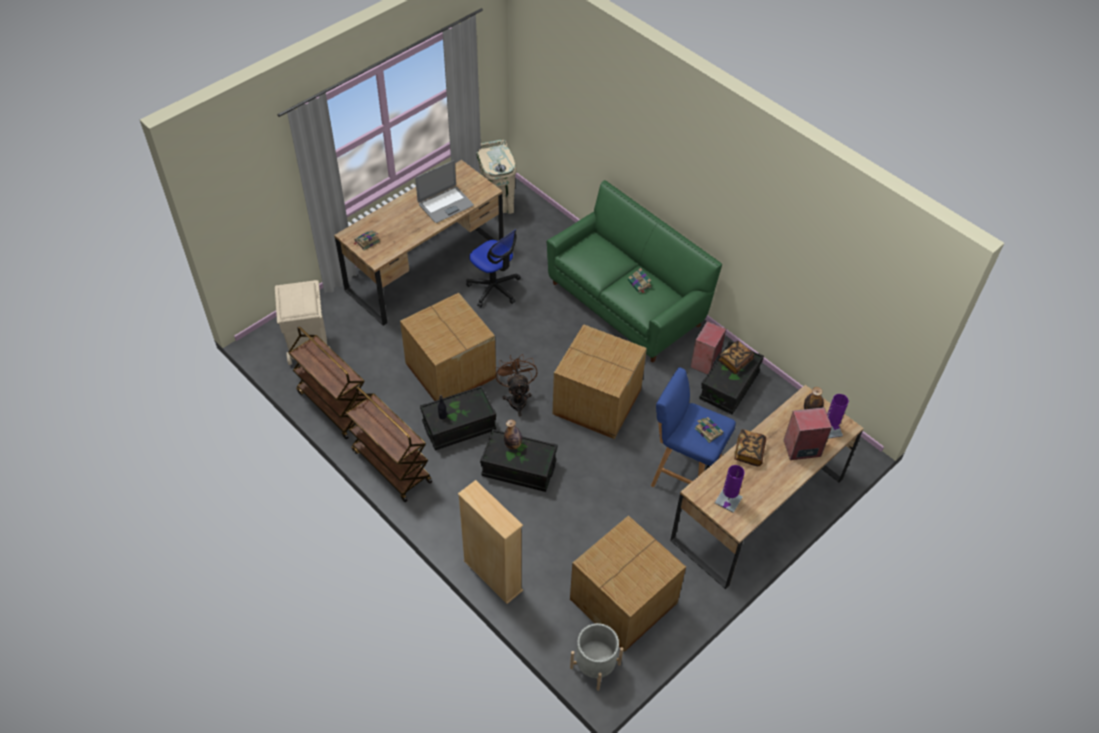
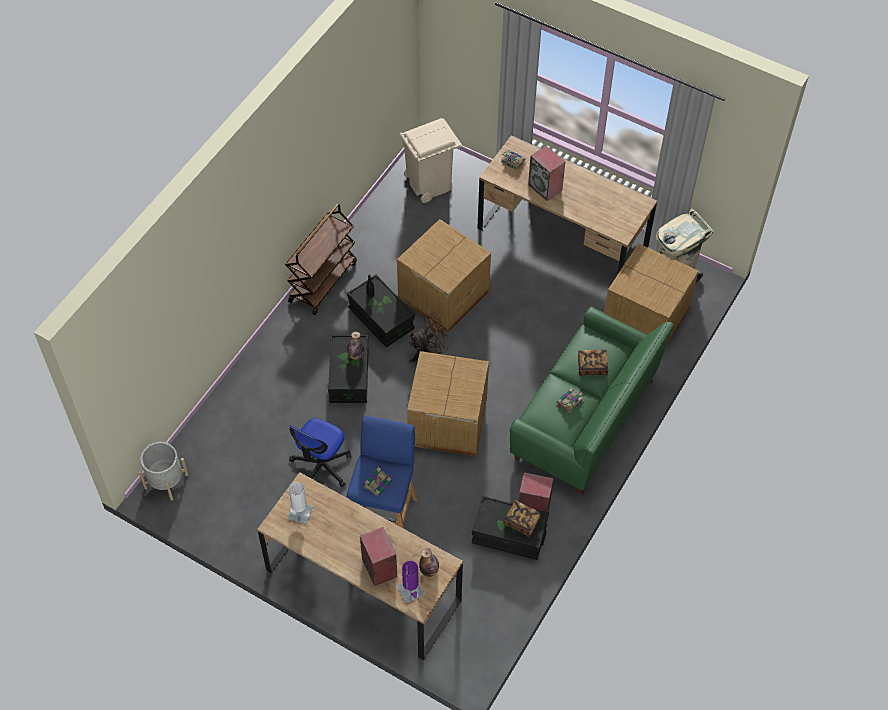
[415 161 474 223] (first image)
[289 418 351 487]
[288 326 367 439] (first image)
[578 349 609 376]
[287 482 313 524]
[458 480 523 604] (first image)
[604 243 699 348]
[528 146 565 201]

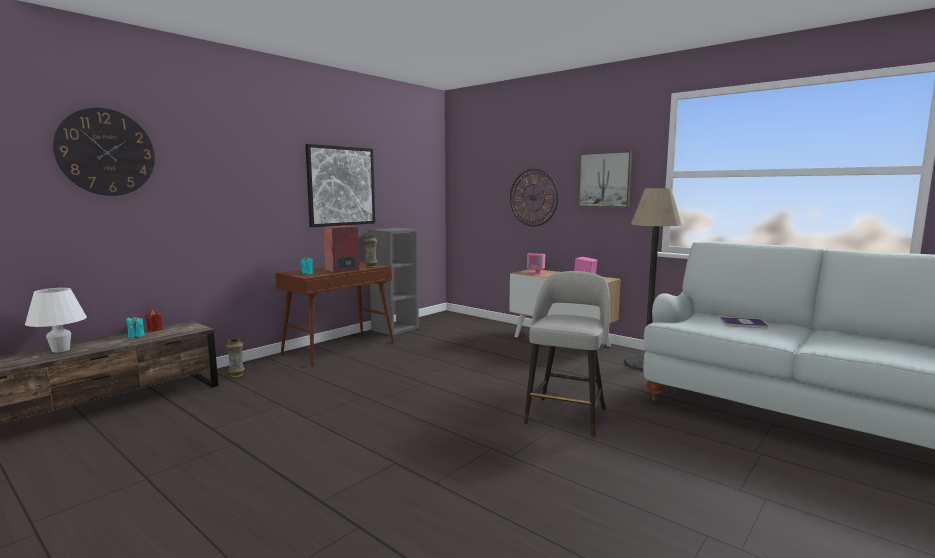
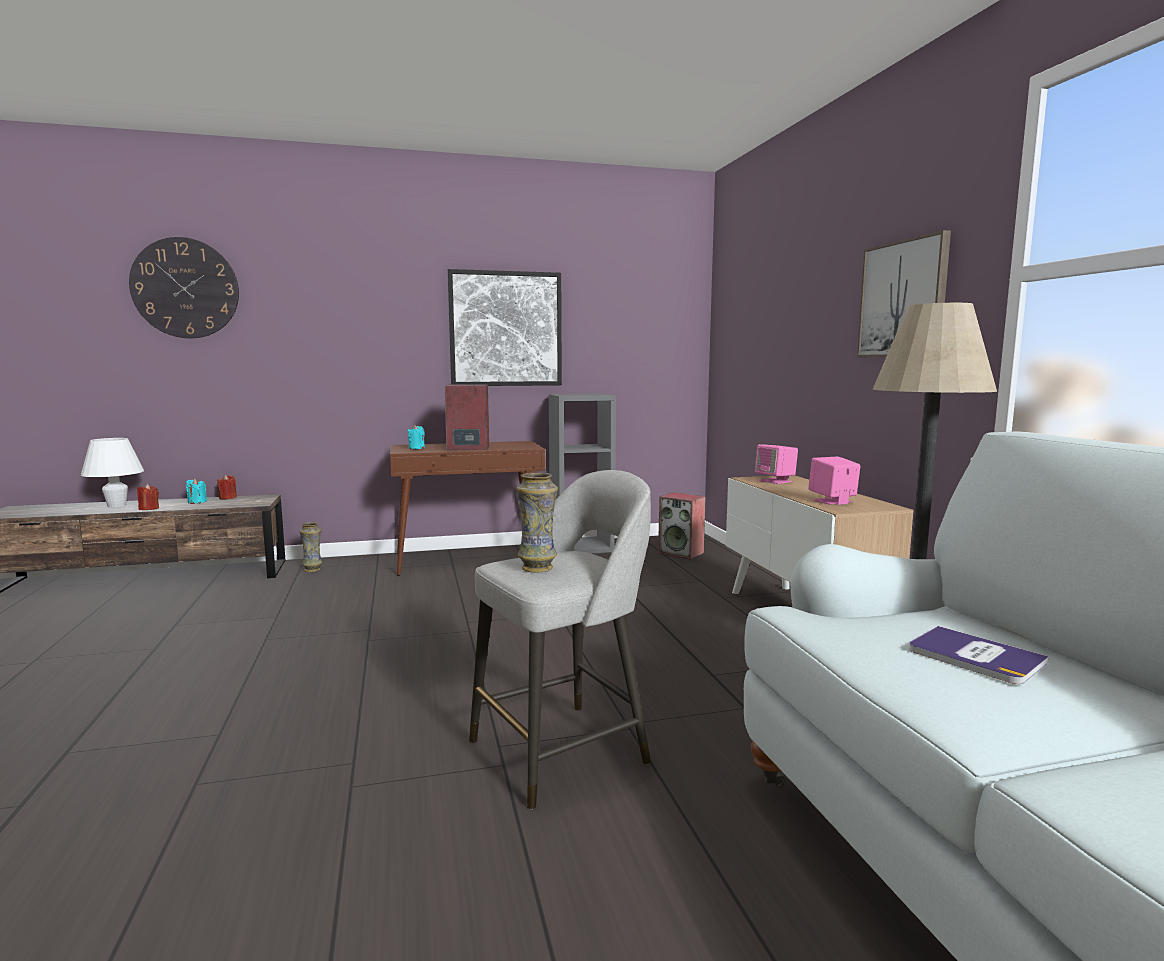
[510 169 558 226] (first image)
[516 473 558 573]
[137 484 159 510]
[658 492 706 559]

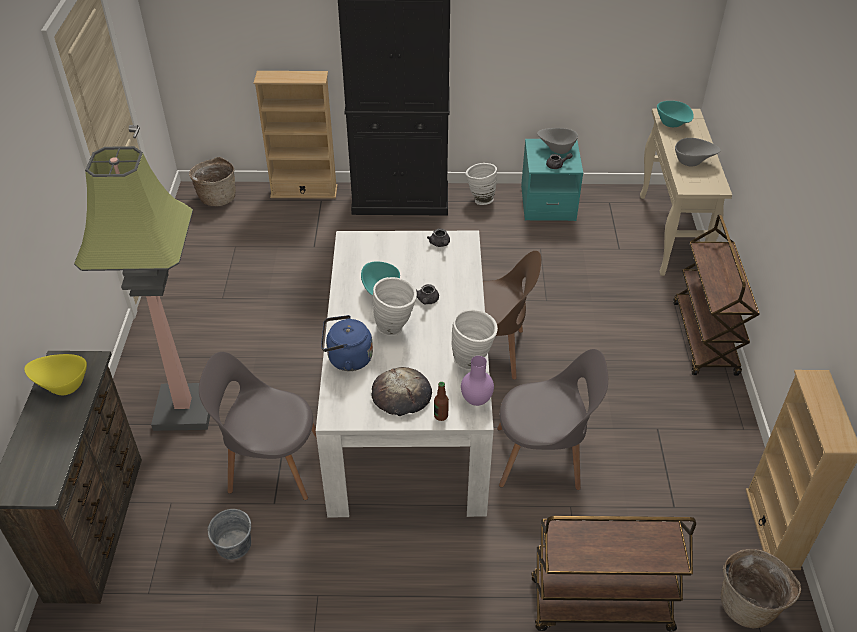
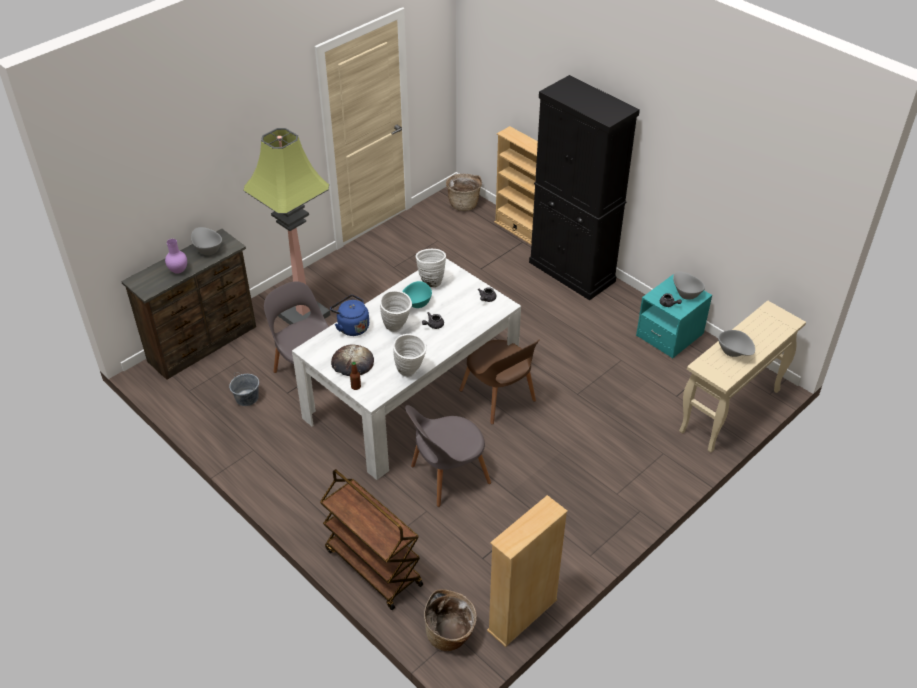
[657 101 694 127] (first image)
[416 249 446 289]
[673 215 760 376] (first image)
[405 405 491 507]
[191 227 222 255]
[165 239 187 274]

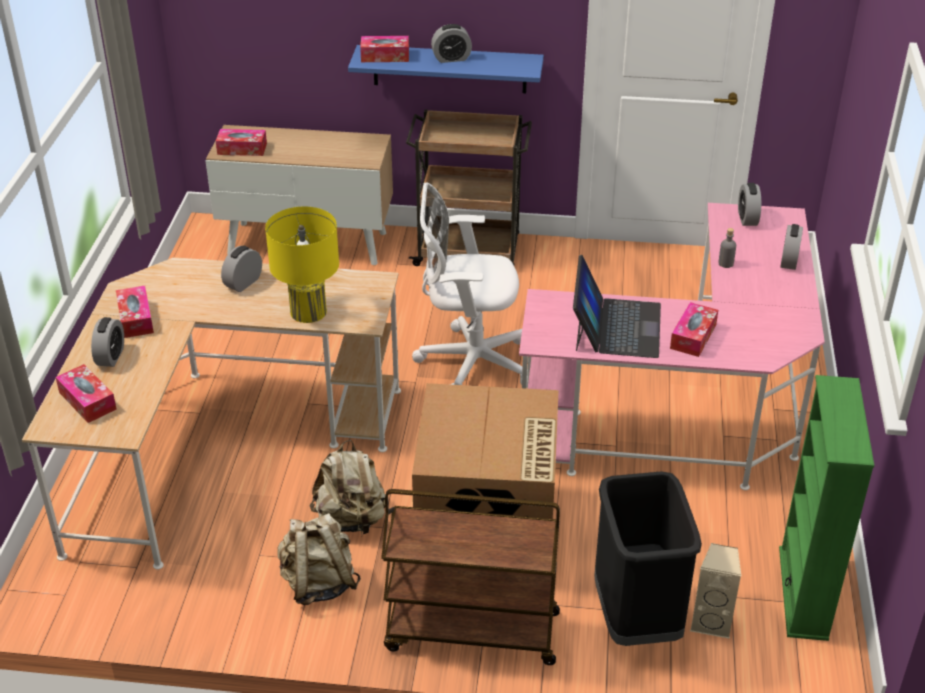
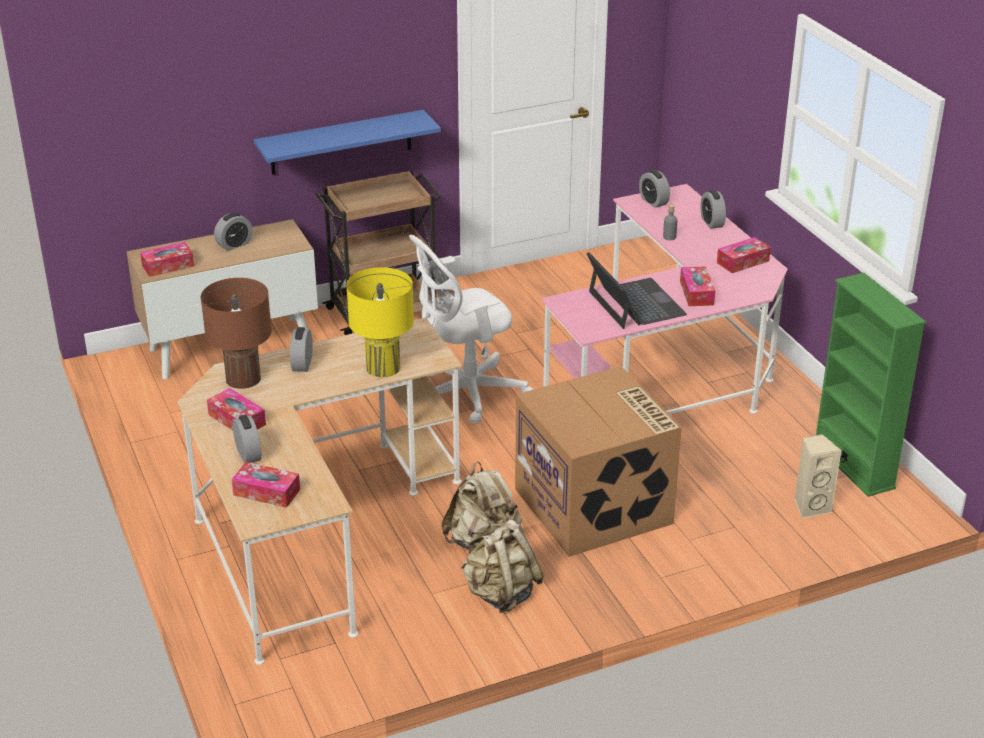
[214 213 253 251]
[717 237 771 273]
[594 471 702 646] (first image)
[381 489 560 665] (first image)
[201 278 272 389]

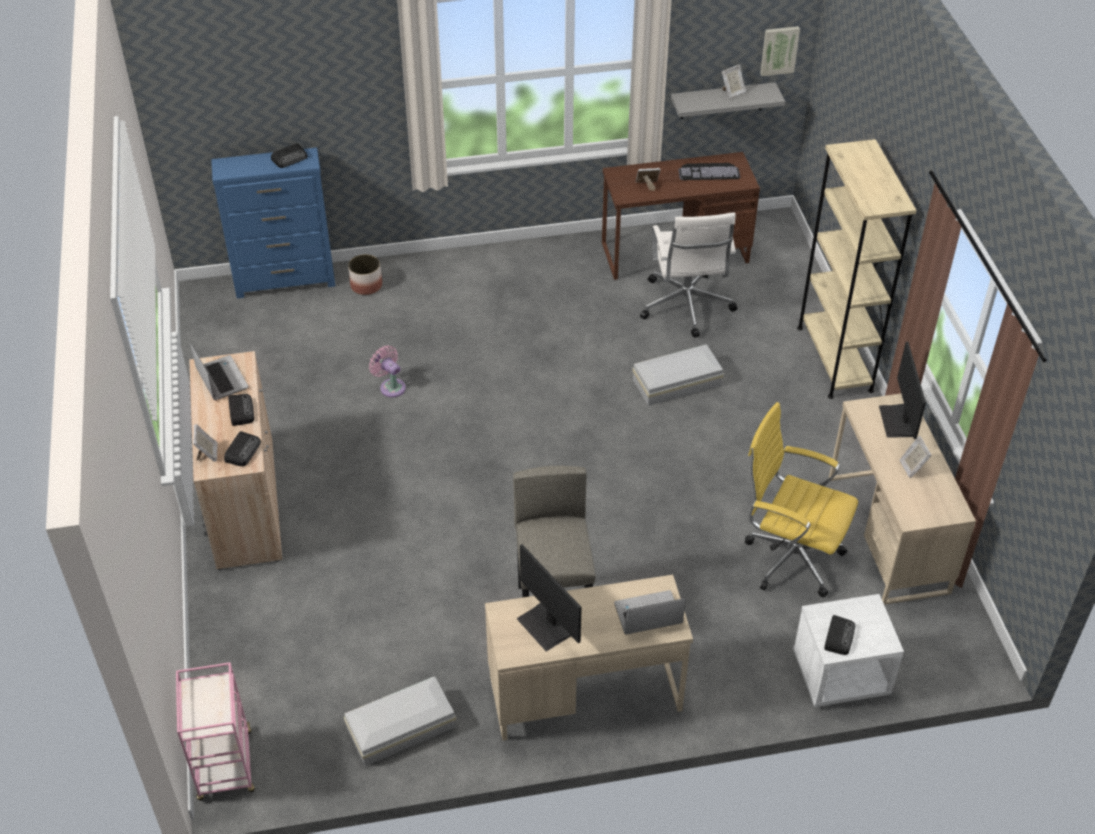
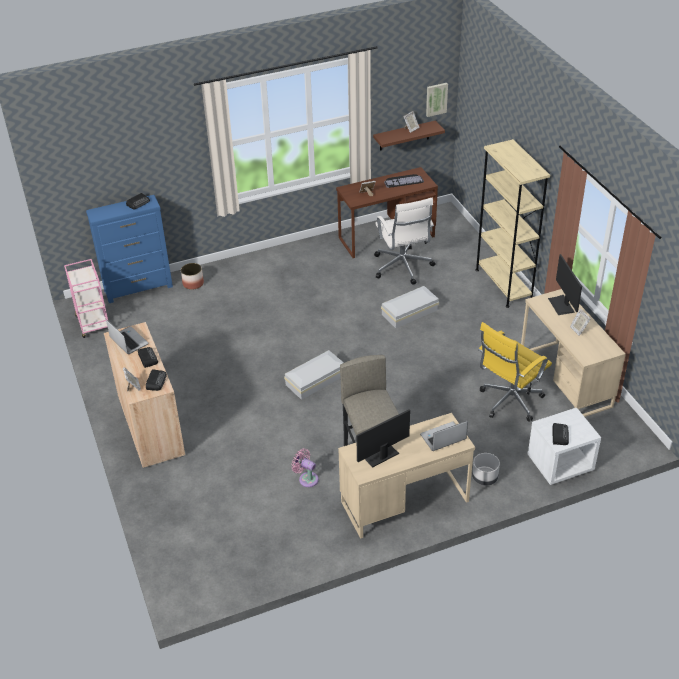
[373 120 445 151]
[291 448 319 487]
[478 322 552 422]
[356 410 410 468]
[64 259 108 338]
[284 350 344 400]
[472 453 500 486]

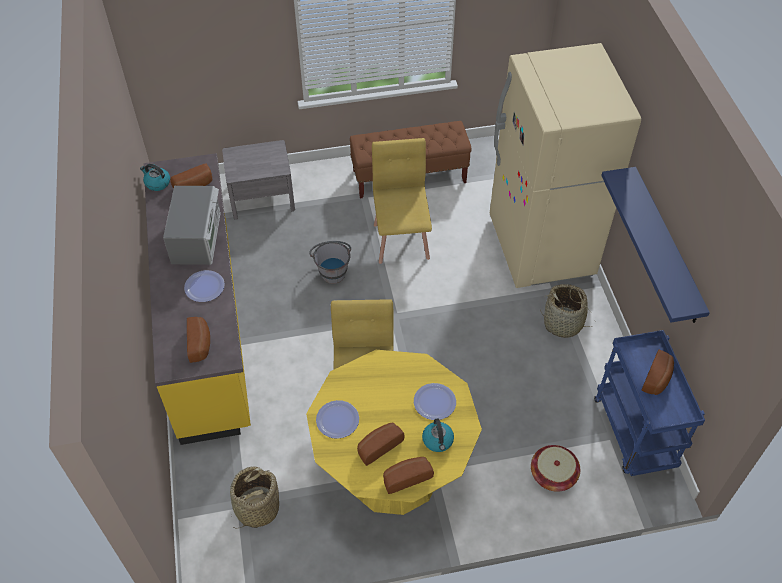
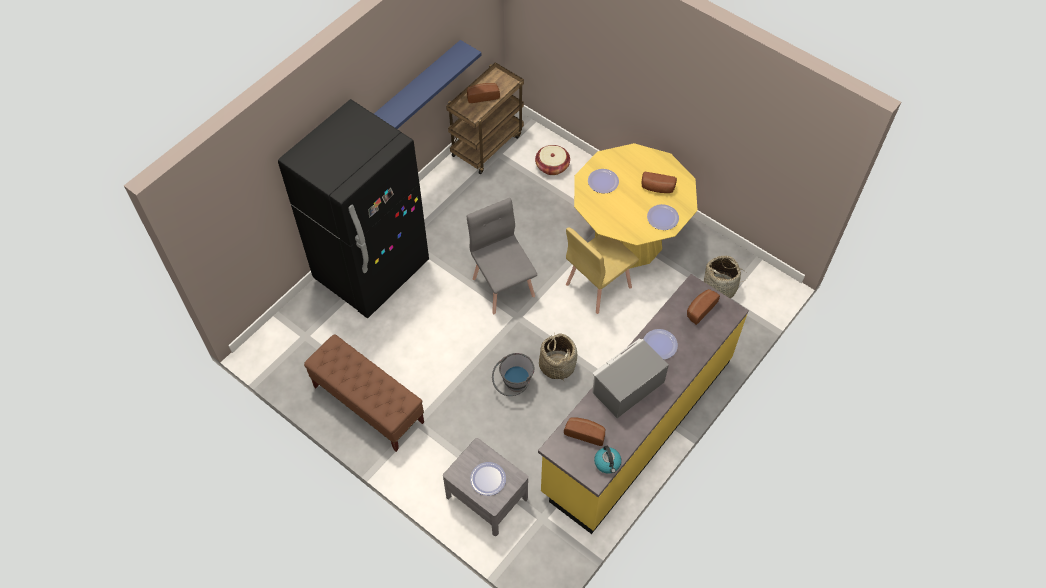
[278 99 429 318]
[372 138 432 264] (first image)
[539 333 577 381]
[446 62 524 174]
[422 419 454 452] (first image)
[383 457 434 494] (first image)
[467 198 537 314]
[470 462 506 496]

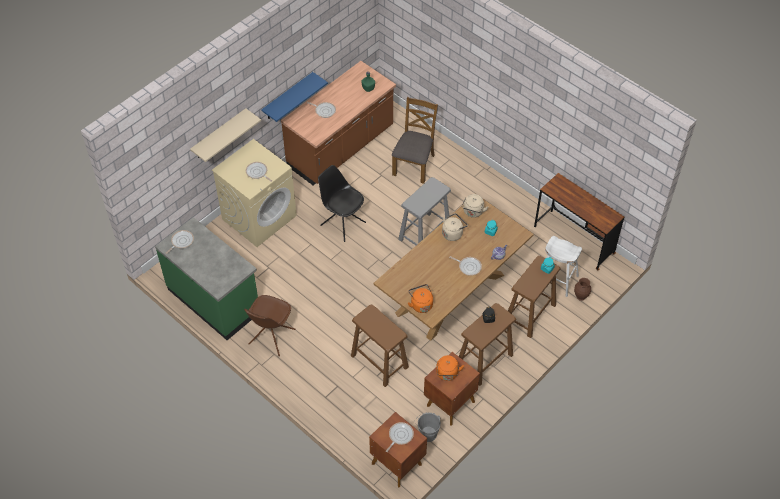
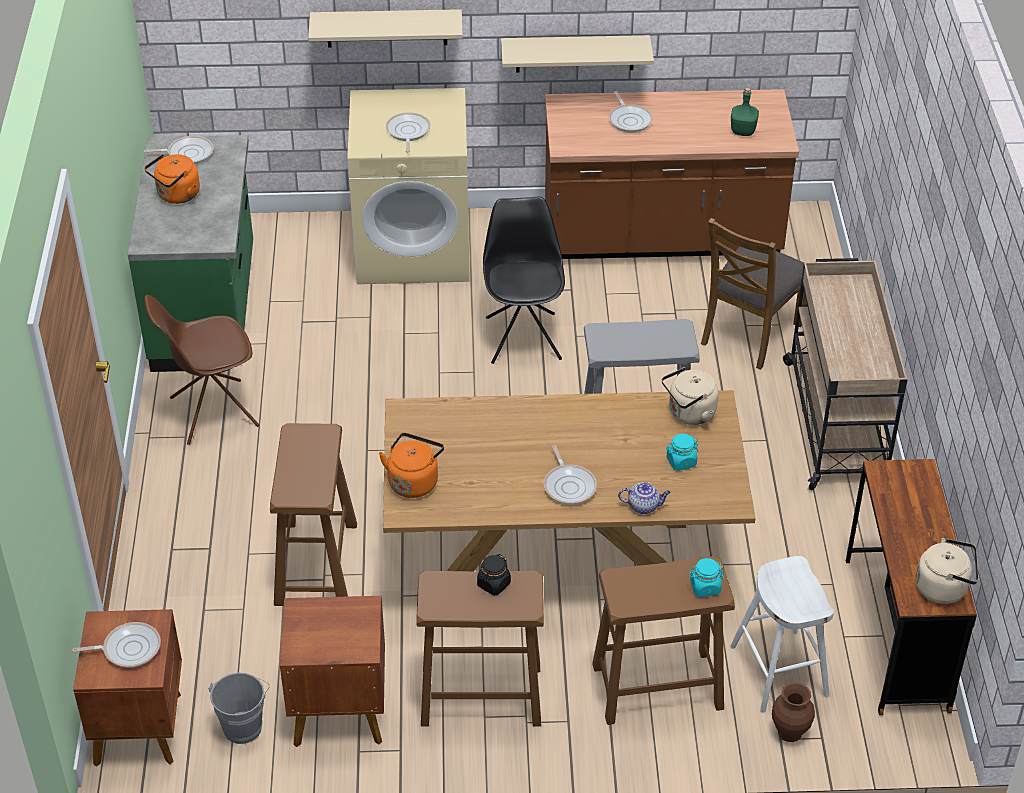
[501 35 654 73]
[701 218 807 370]
[916 538 979 604]
[144 154 200 204]
[783 258 908 491]

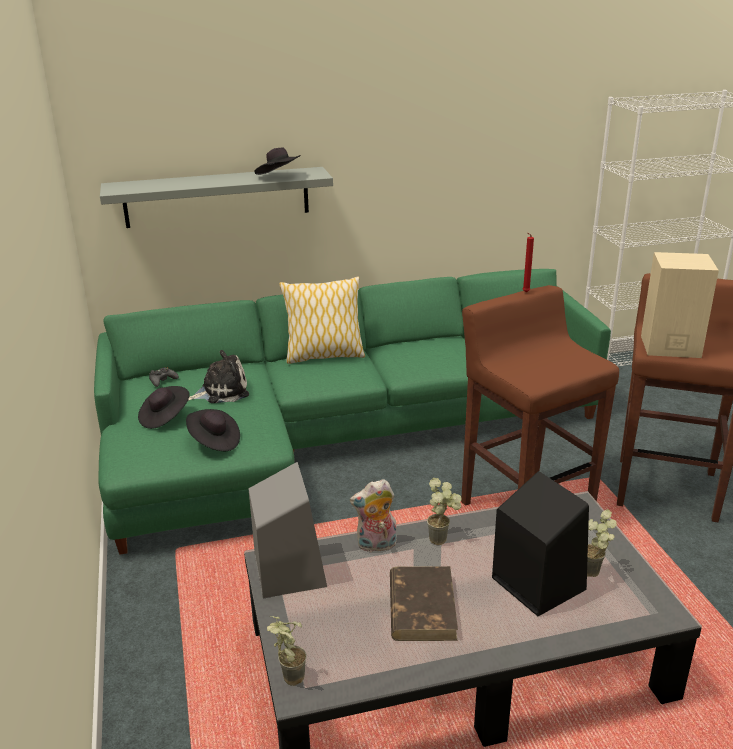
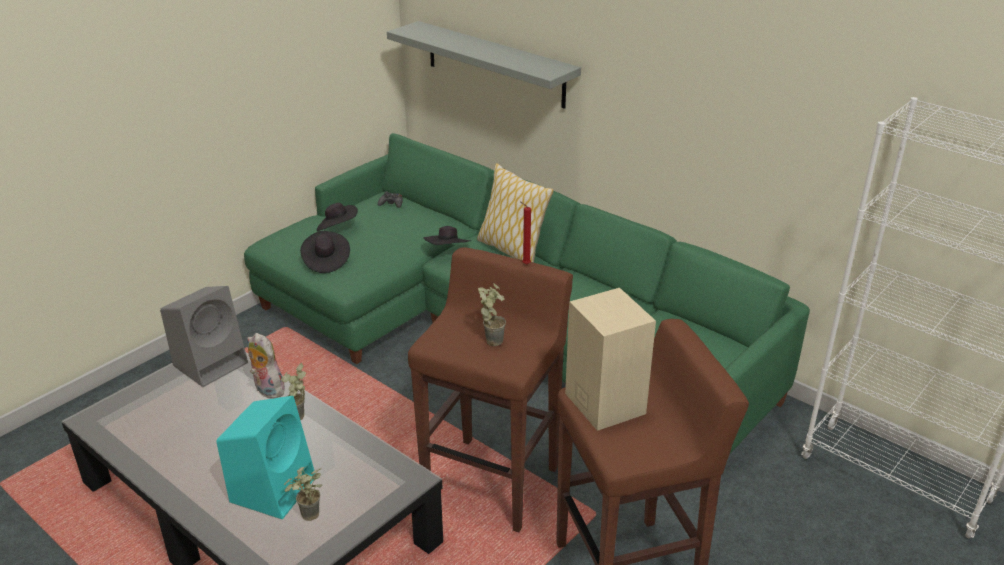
[423 226 471 245]
[188 350 249 403] (first image)
[216 396 315 519]
[390 566 458 641] (first image)
[478 283 506 346]

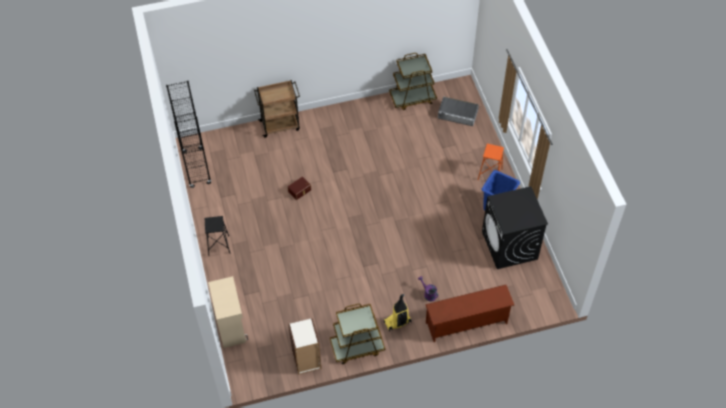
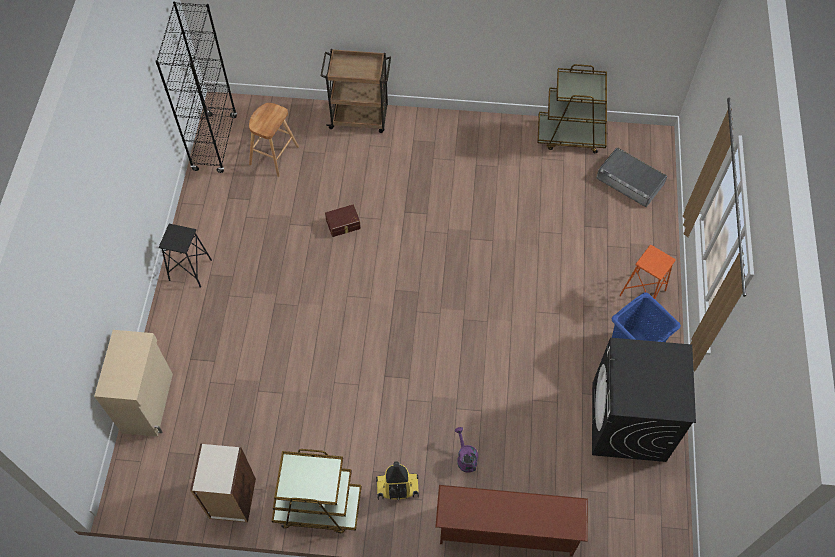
[249 103 299 177]

